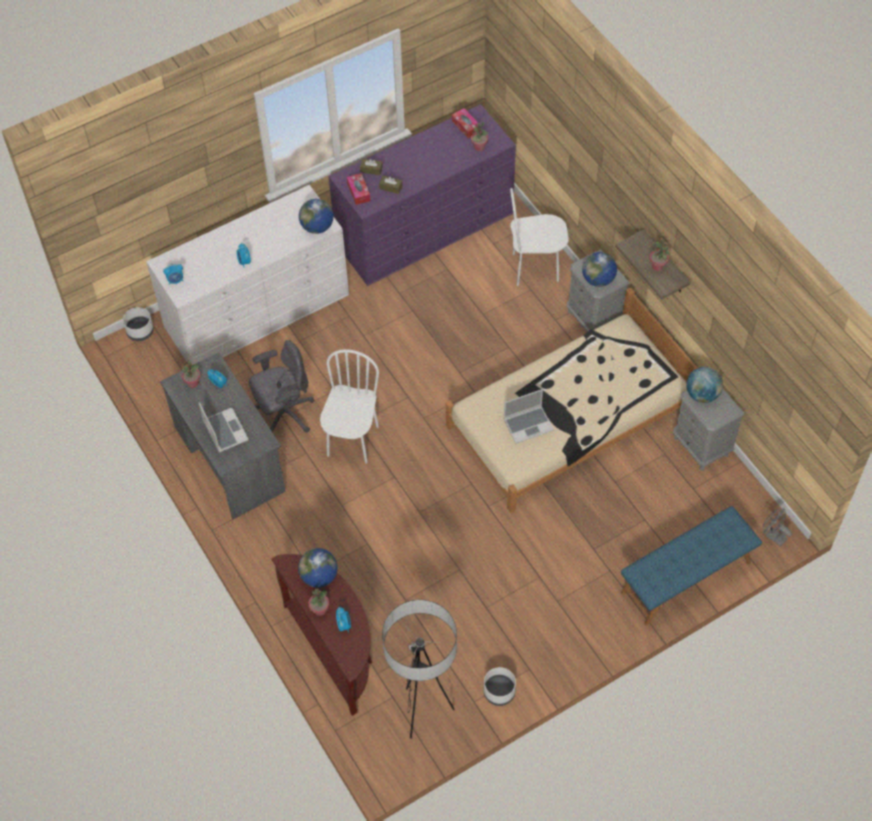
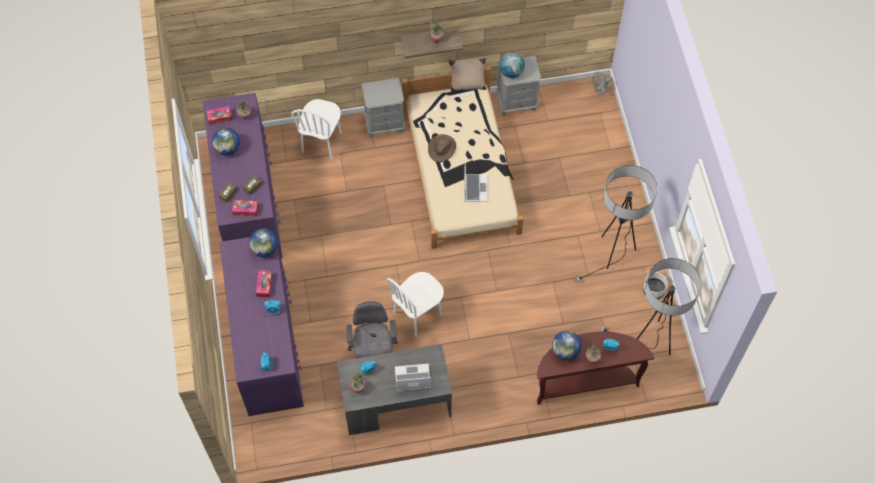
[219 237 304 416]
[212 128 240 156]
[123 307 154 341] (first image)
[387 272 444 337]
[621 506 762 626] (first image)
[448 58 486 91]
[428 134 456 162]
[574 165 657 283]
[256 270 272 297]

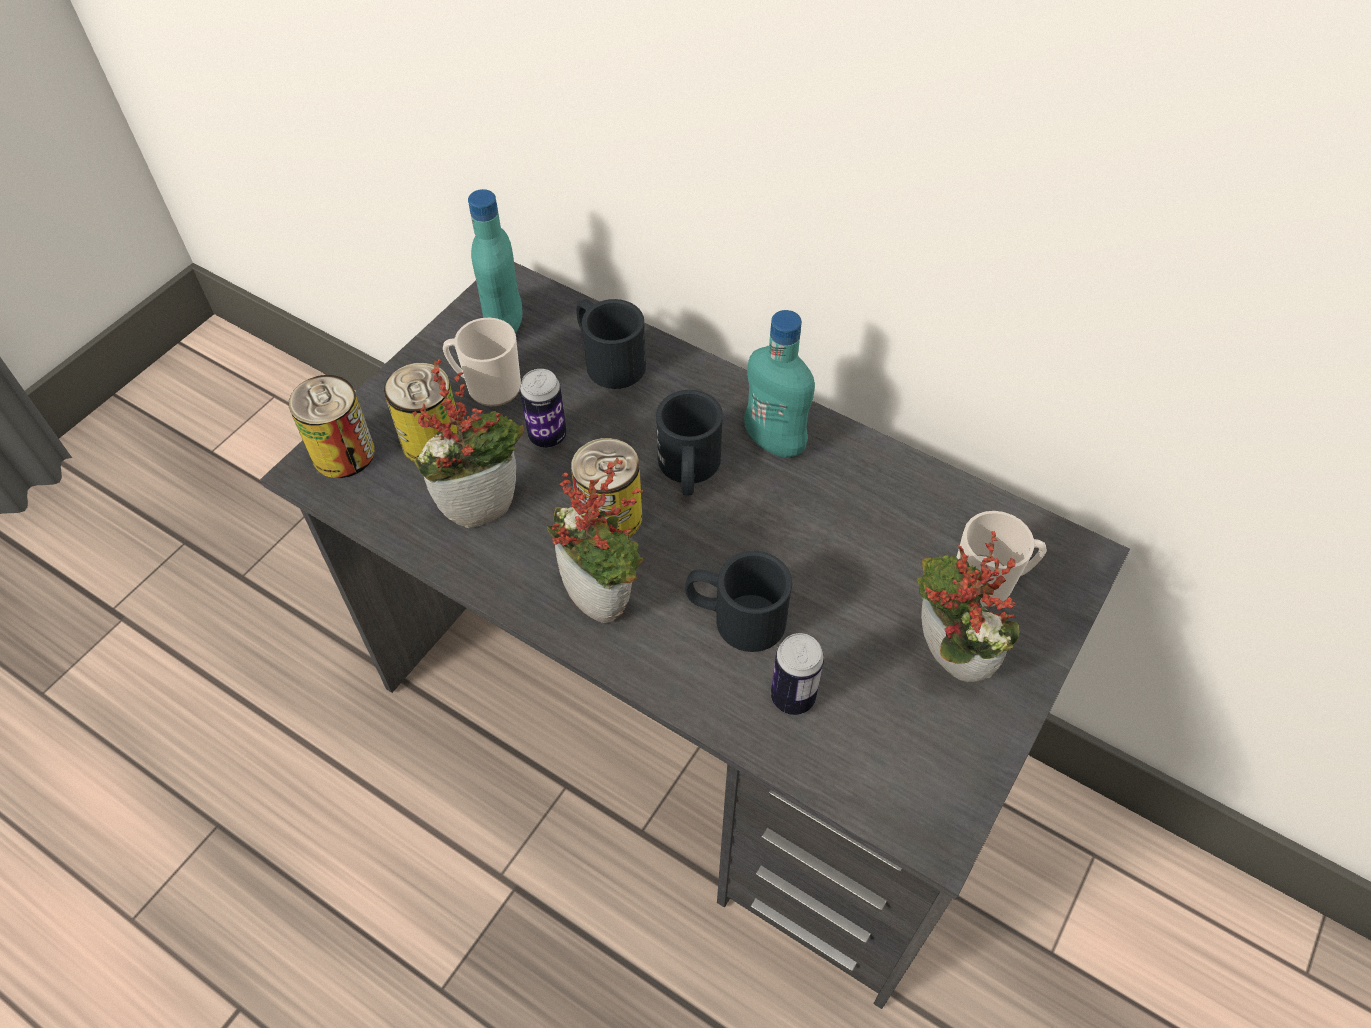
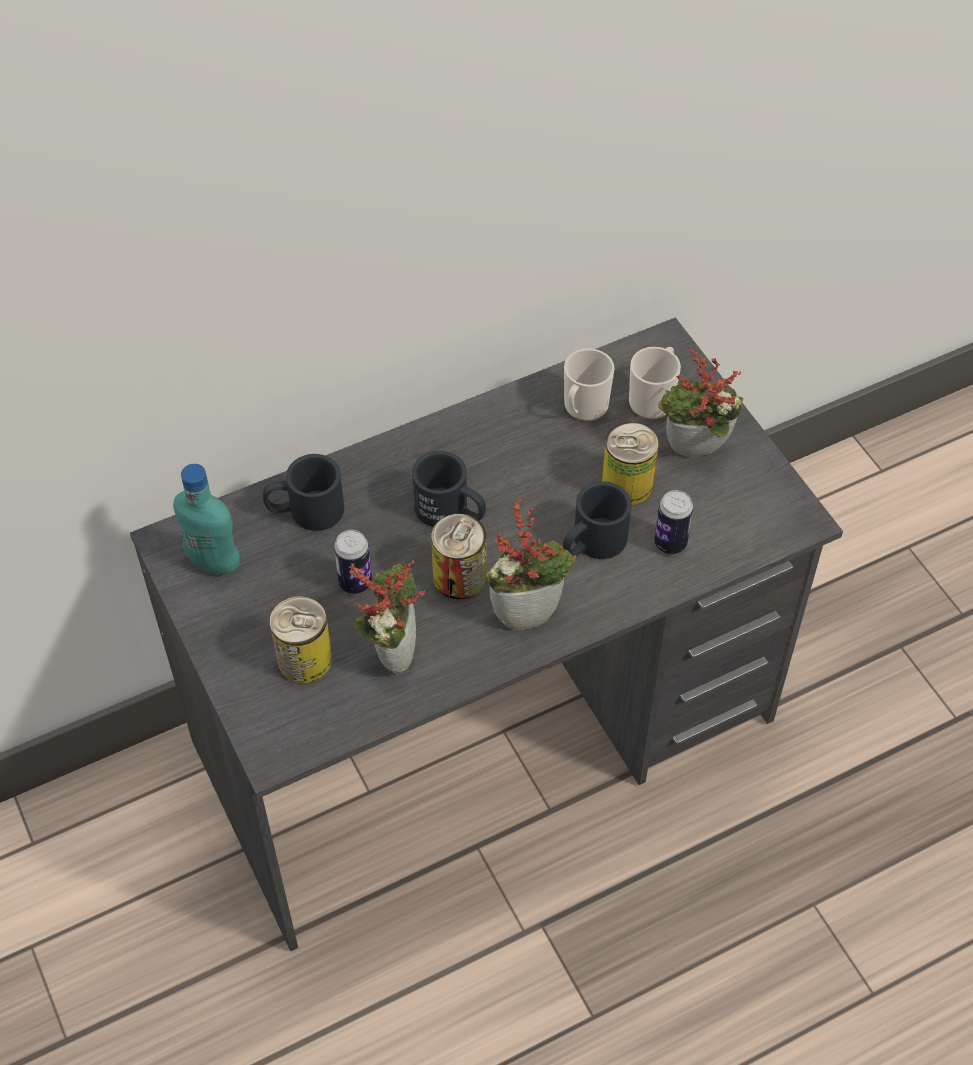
[744 310 815 458] (first image)
[564 348 615 421]
[602 422 658 505]

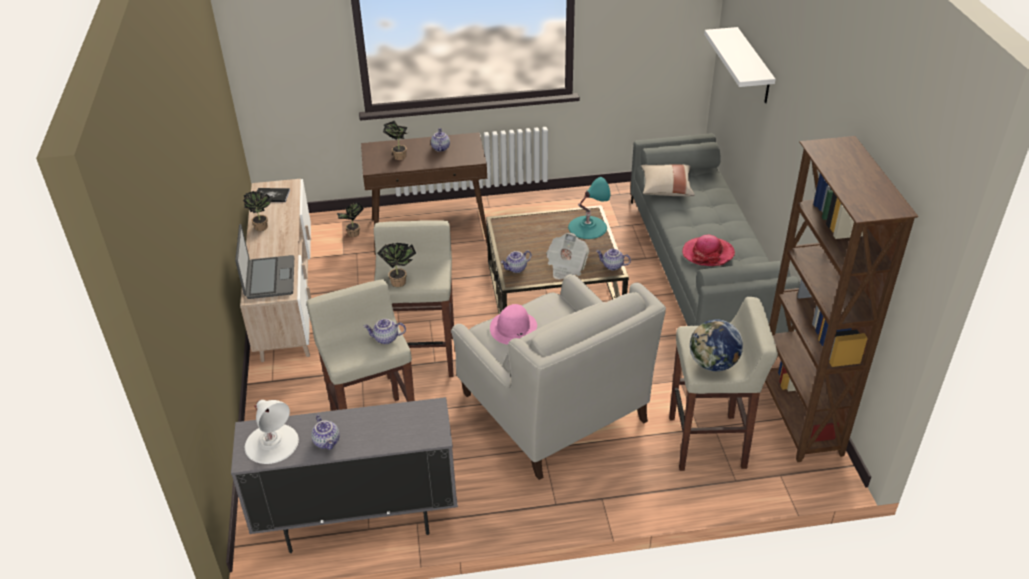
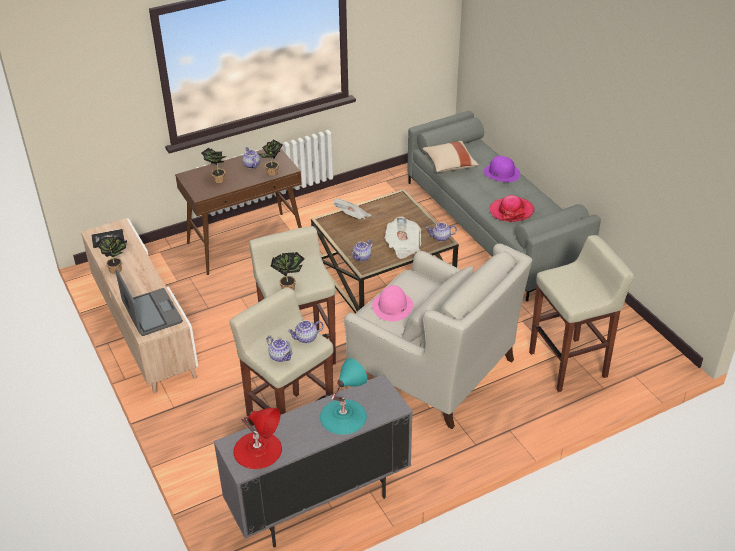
[704 27 776 103] (first image)
[765 136 918 462] (first image)
[320 358 367 435]
[258 140 283 176]
[690 319 743 371] (first image)
[233 408 282 469]
[266 336 293 362]
[484 156 520 182]
[333 199 371 219]

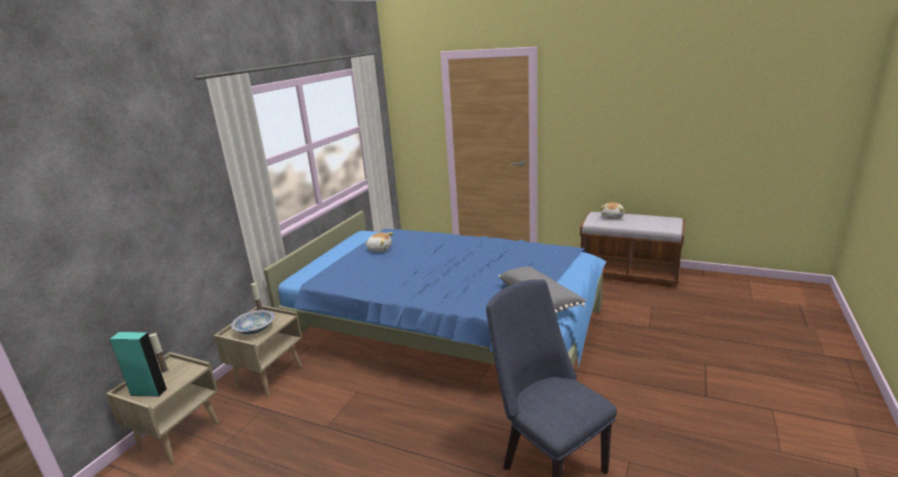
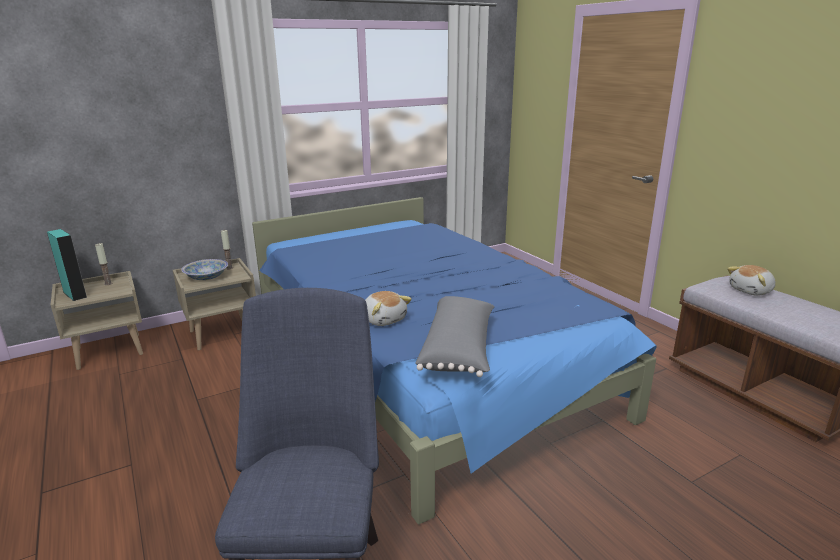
[365 291 412 326]

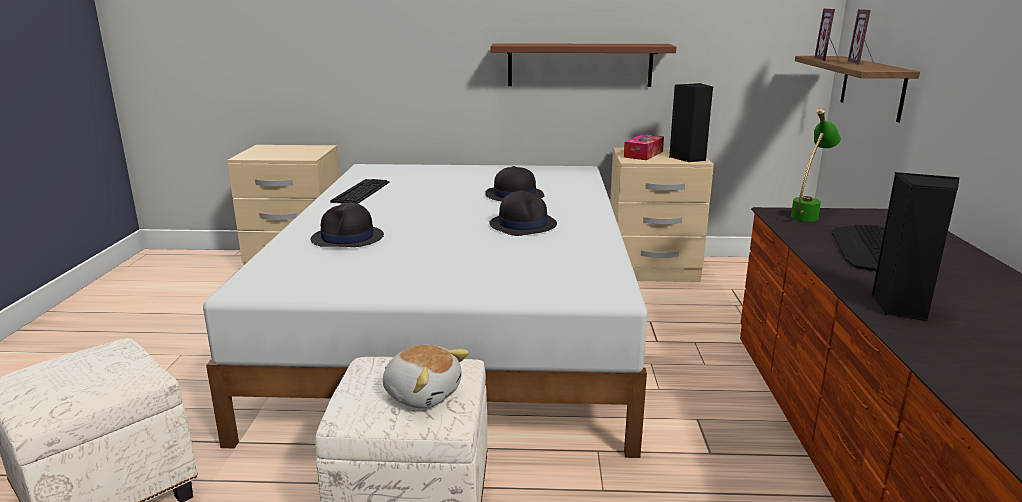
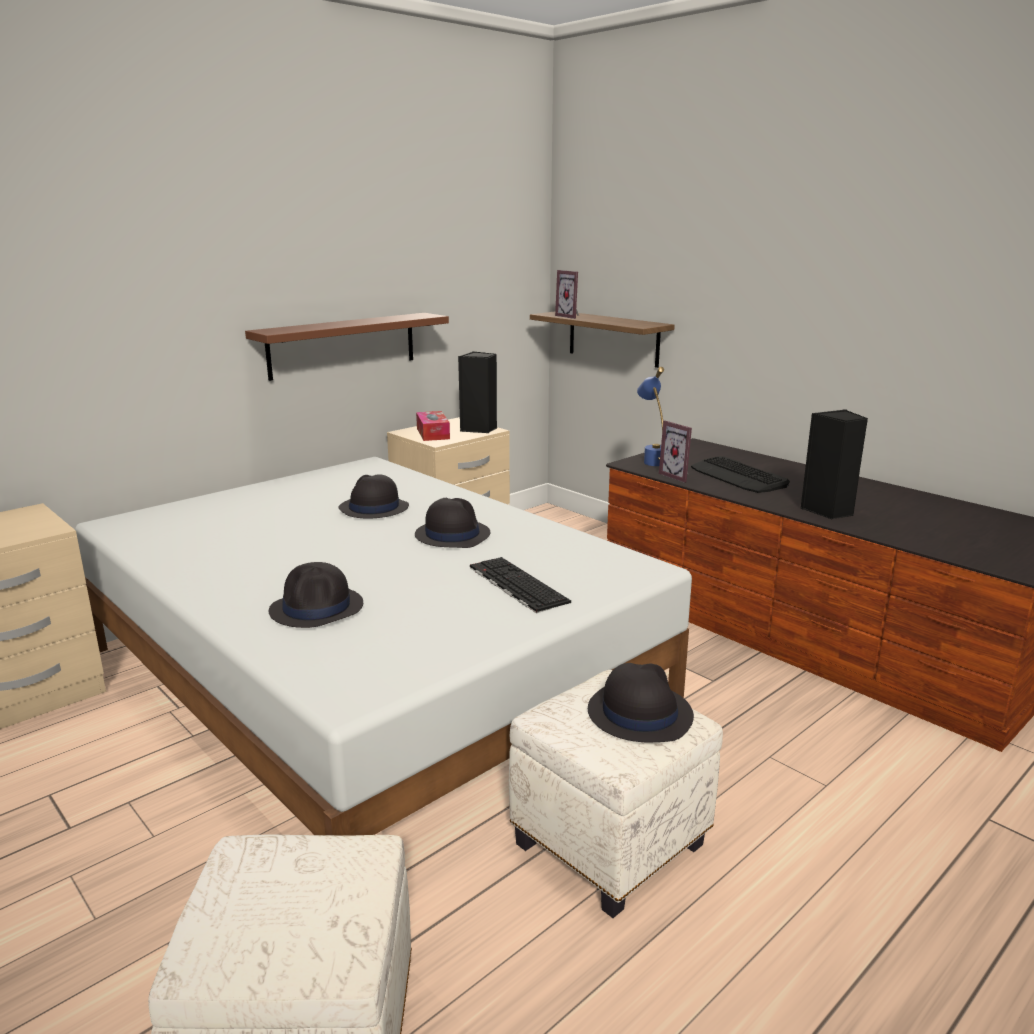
[659 421 692 483]
[637 367 664 466]
[470 557 571 613]
[588 663 694 742]

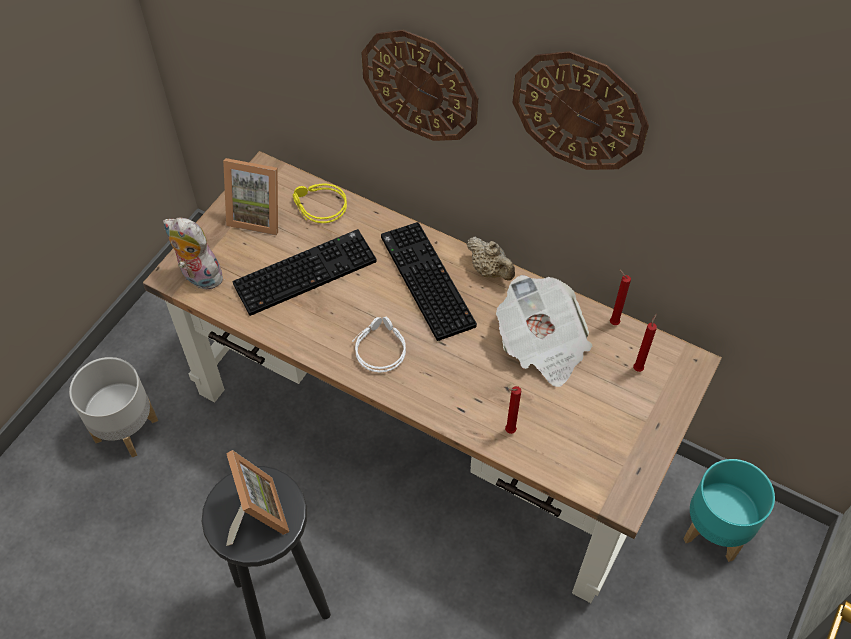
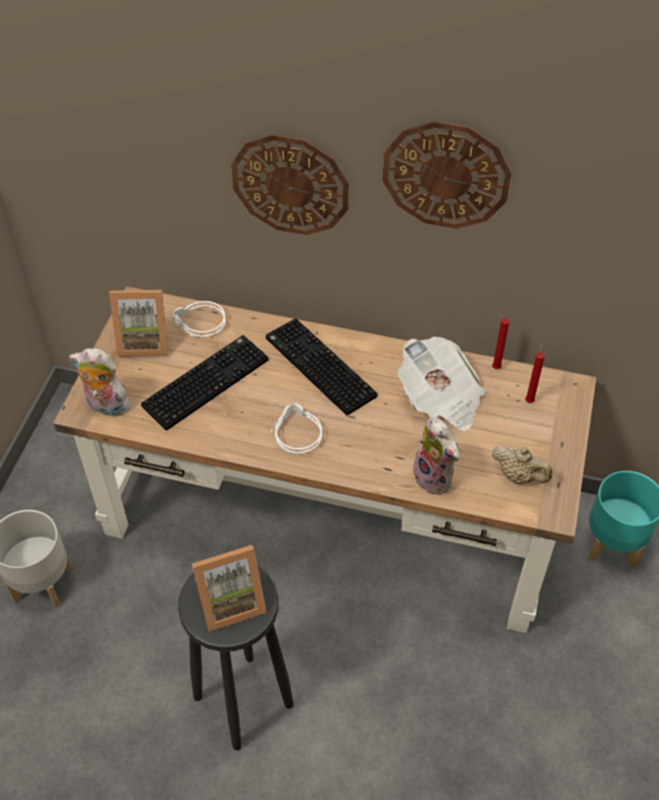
[173 301 226 337]
[492 446 552 484]
[413 417 460 495]
[192 545 267 632]

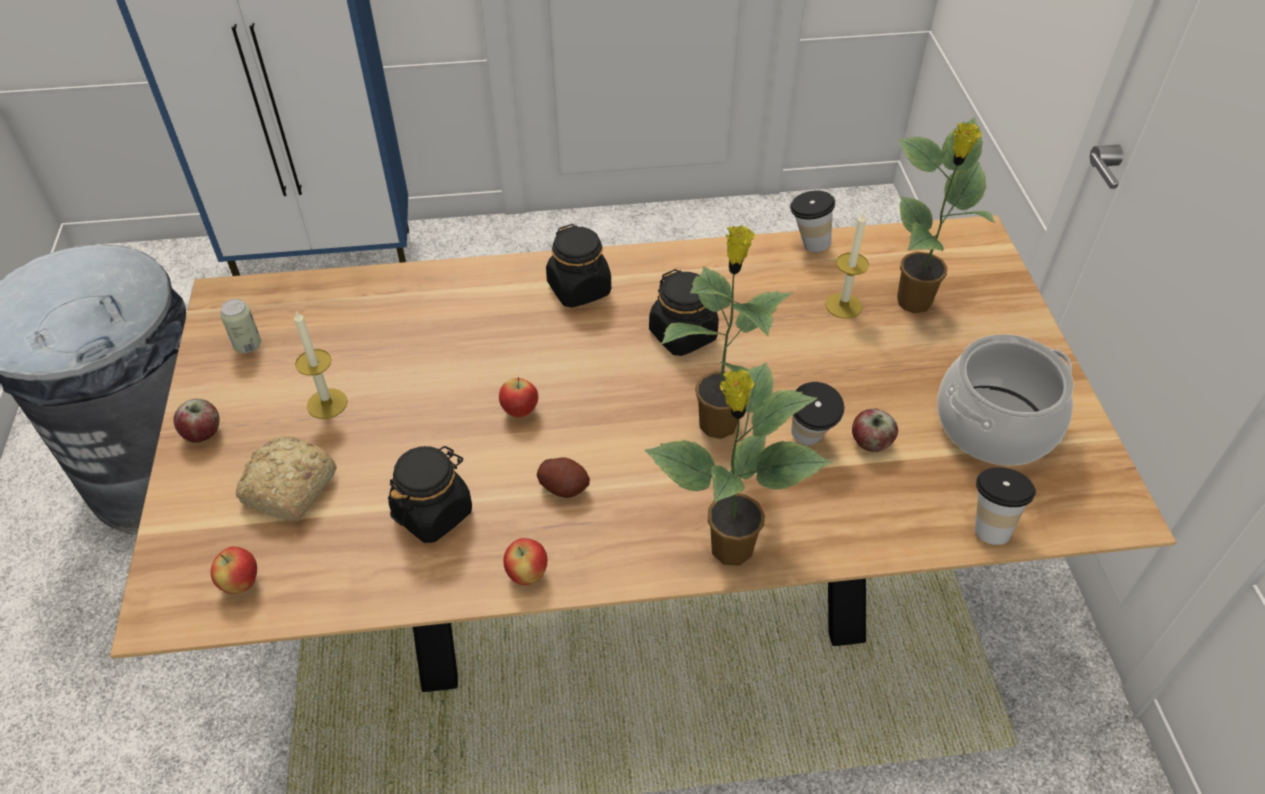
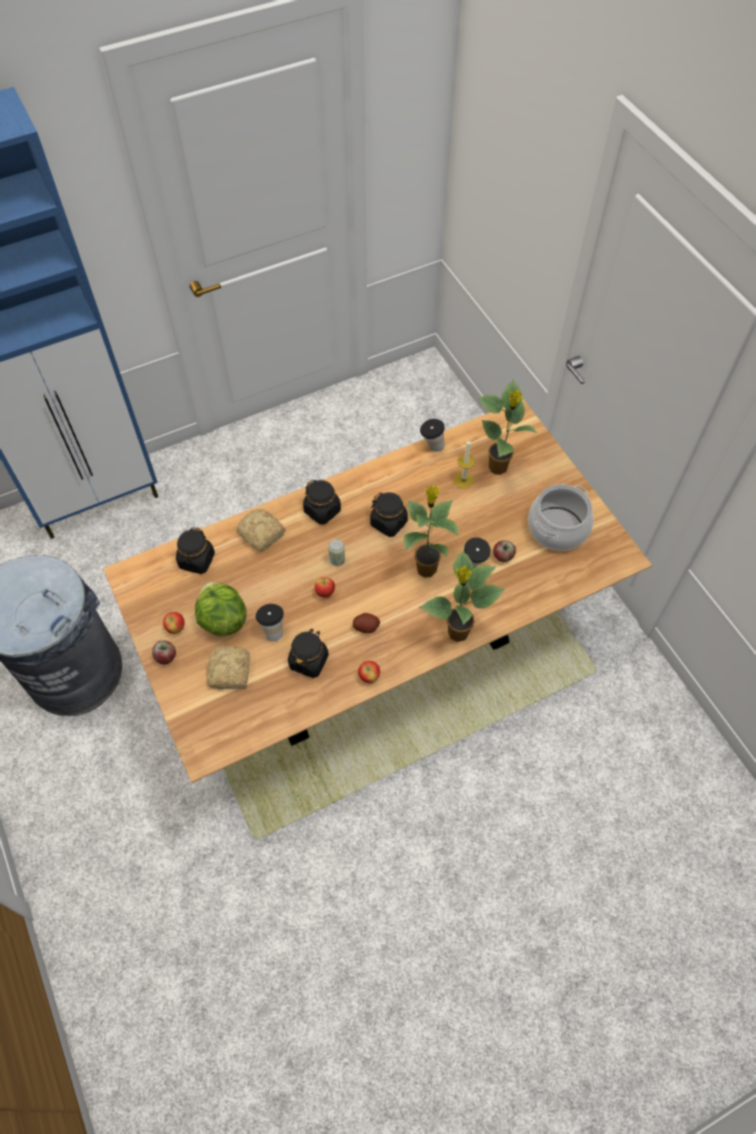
[328 539 345 566]
[195 582 246 636]
[256 604 284 641]
[163 612 185 634]
[237 509 285 552]
[176 527 215 574]

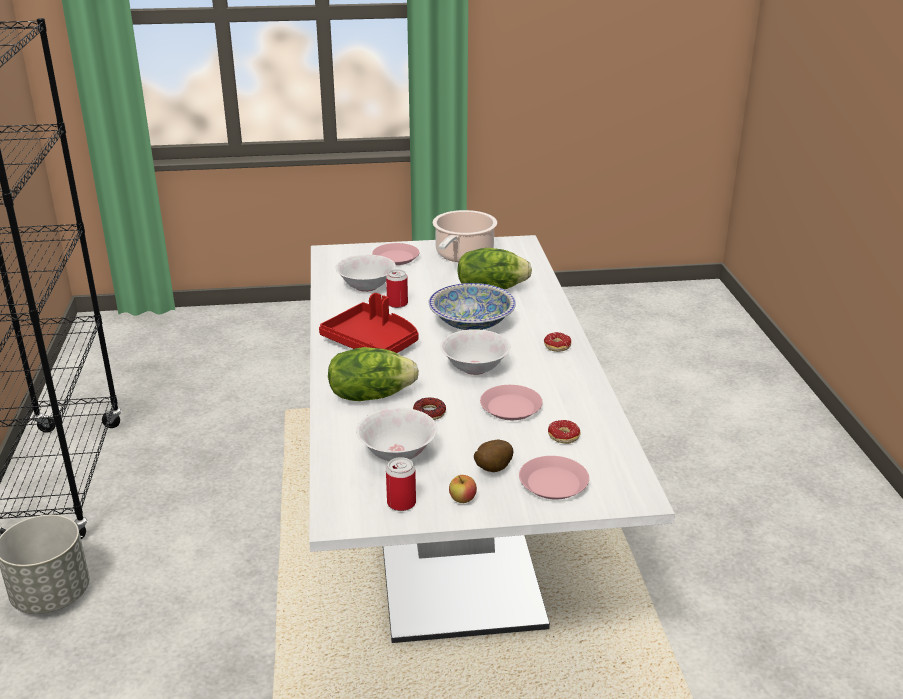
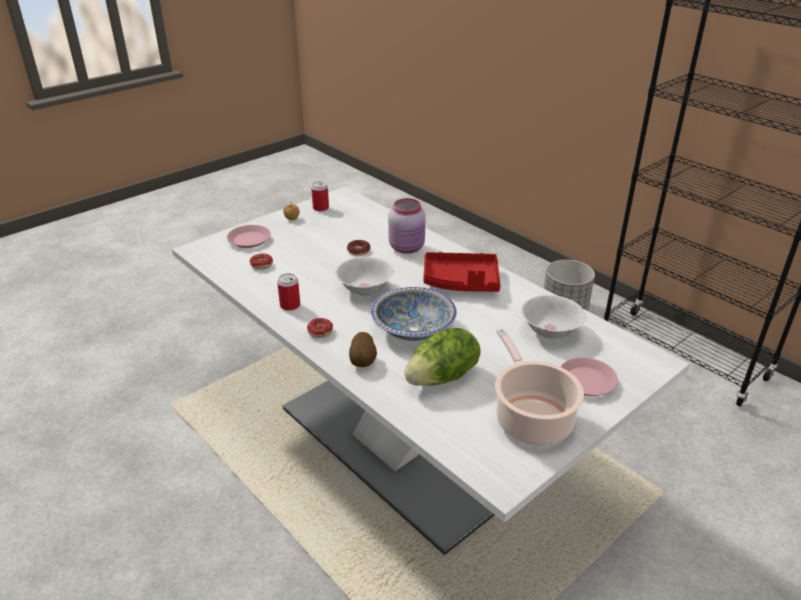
[277 273 300 311]
[388 198 426 254]
[480 385 543 420] (first image)
[356 408 437 461] (first image)
[349 332 377 367]

